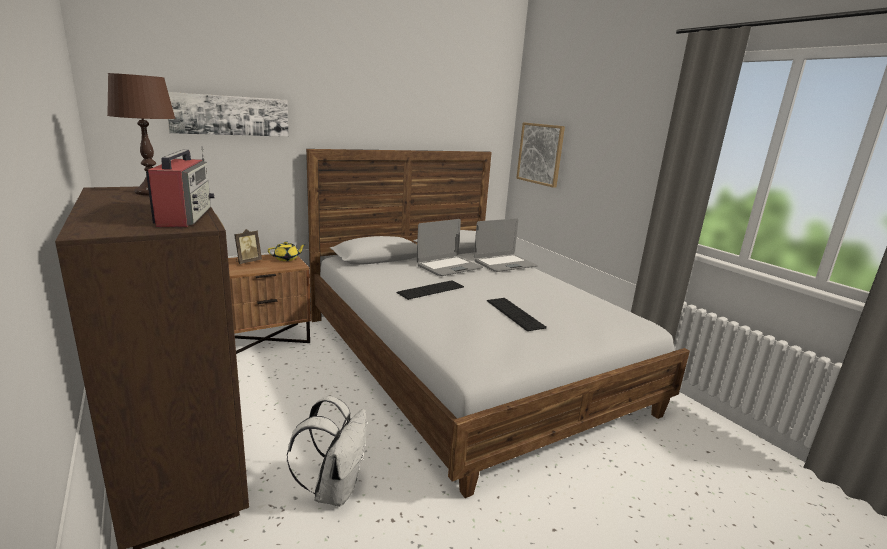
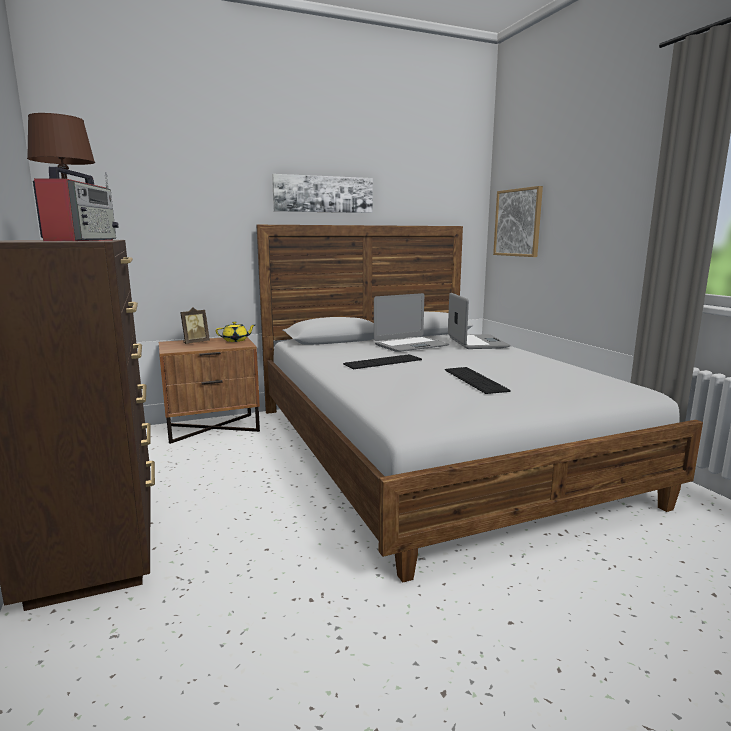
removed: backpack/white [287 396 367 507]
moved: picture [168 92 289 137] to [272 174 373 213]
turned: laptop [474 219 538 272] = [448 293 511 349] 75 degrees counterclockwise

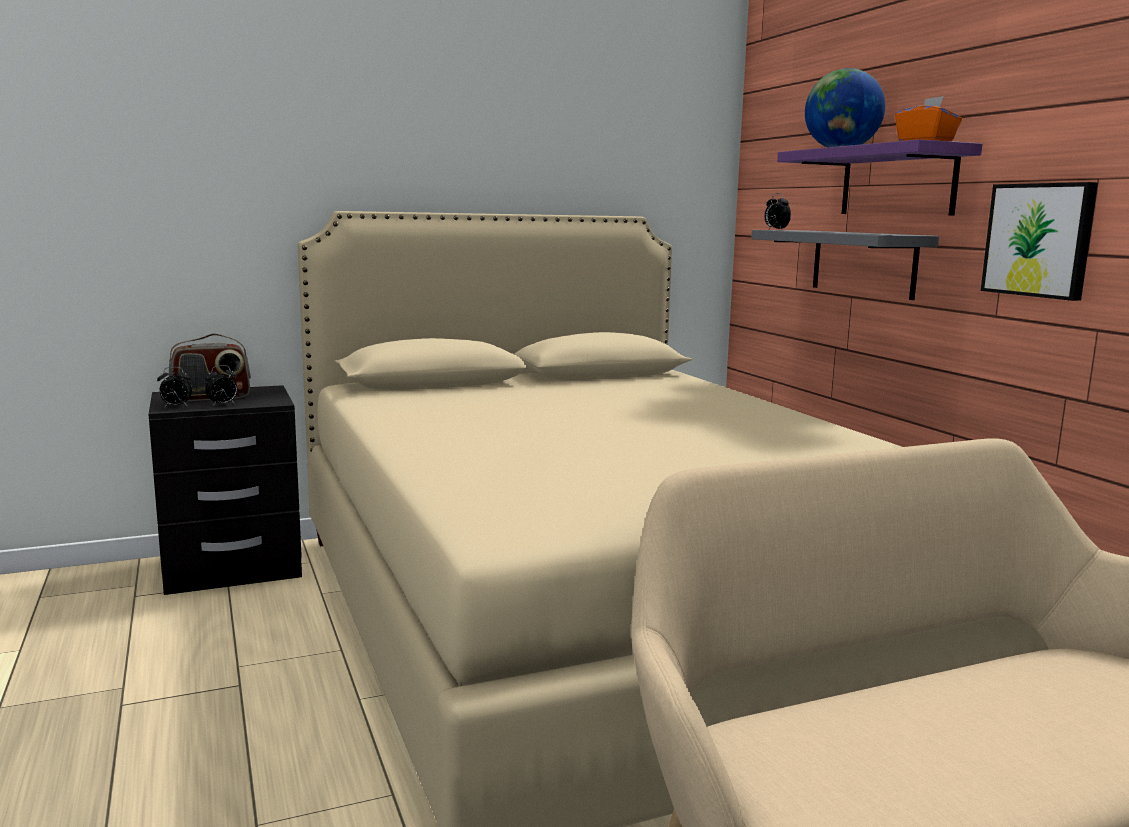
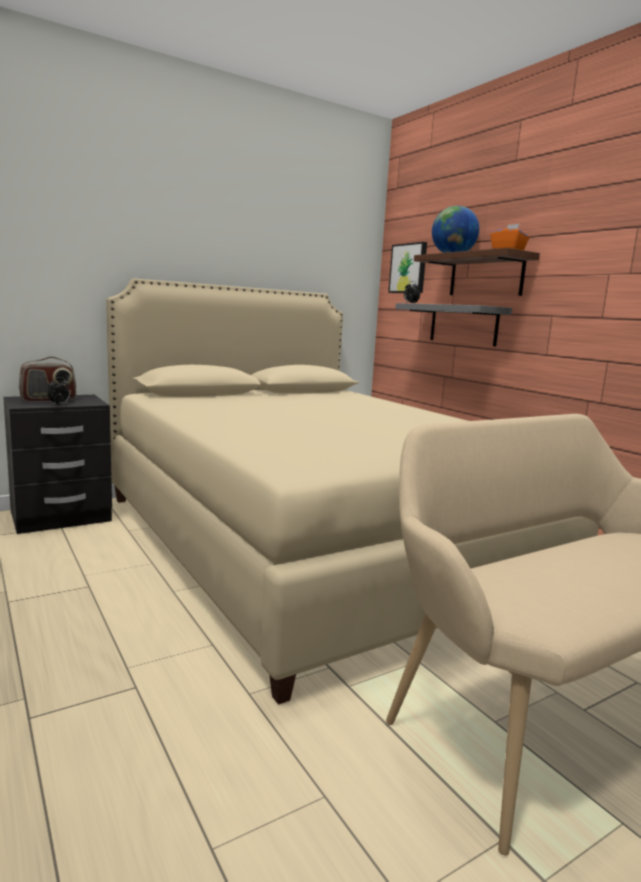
removed: alarm clock [157 367 192 407]
moved: picture [981 182 1098 301] to [388 242 427 293]
recoloured: shelf/purple [777 139 982 216] to shelf/brown [414 248 540 296]

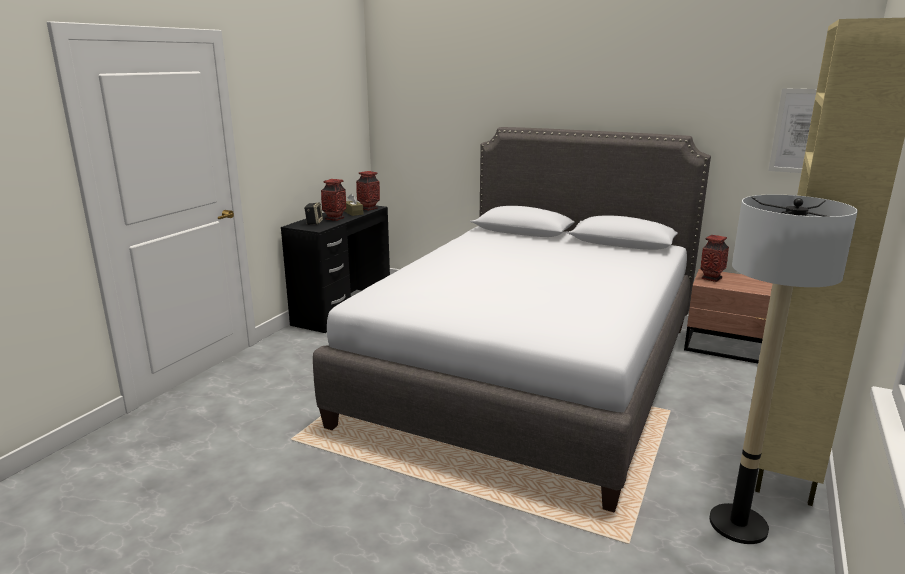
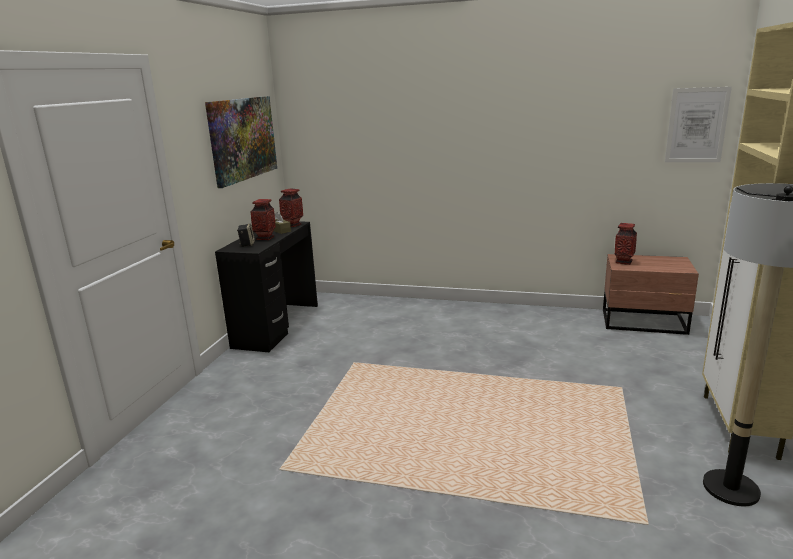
removed: bed/grey [313 127 711 513]
added: picture [205 96 277 188]

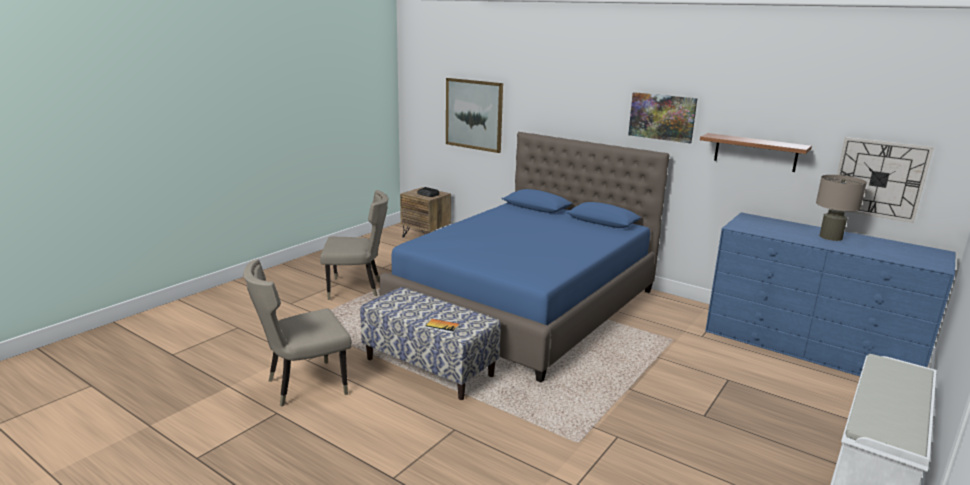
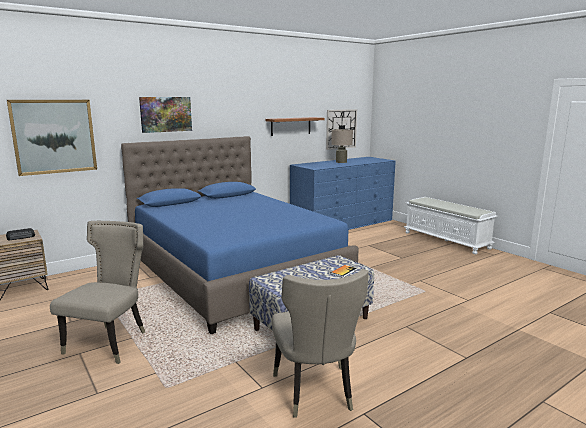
moved: picture [628 92 698 143] to [139 97 192 133]

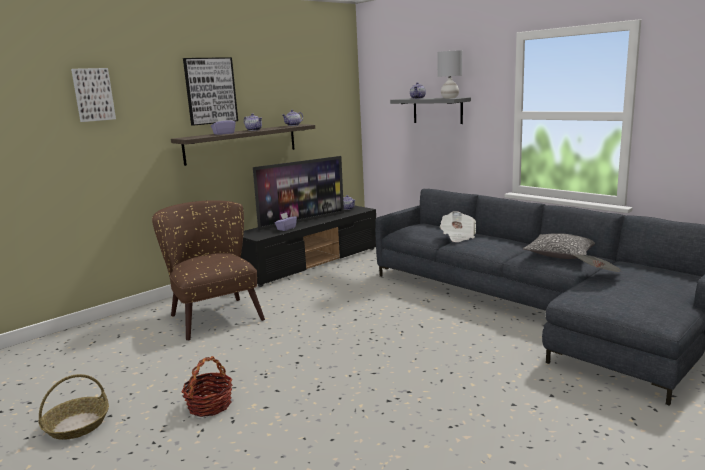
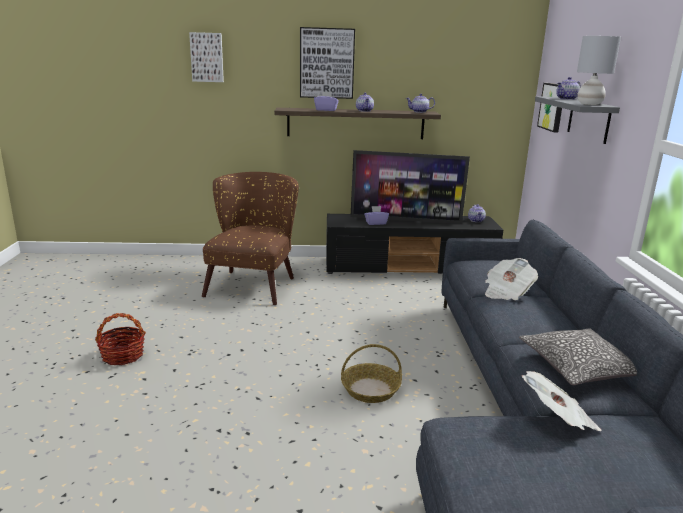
added: picture [537 83 562 132]
moved: basket [38 374 109 440] to [341 344 402 403]

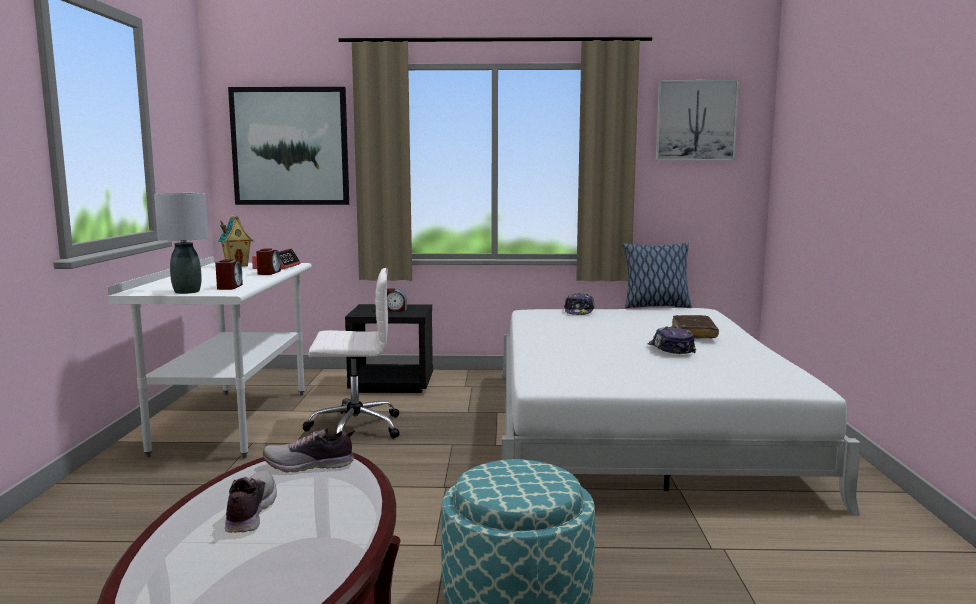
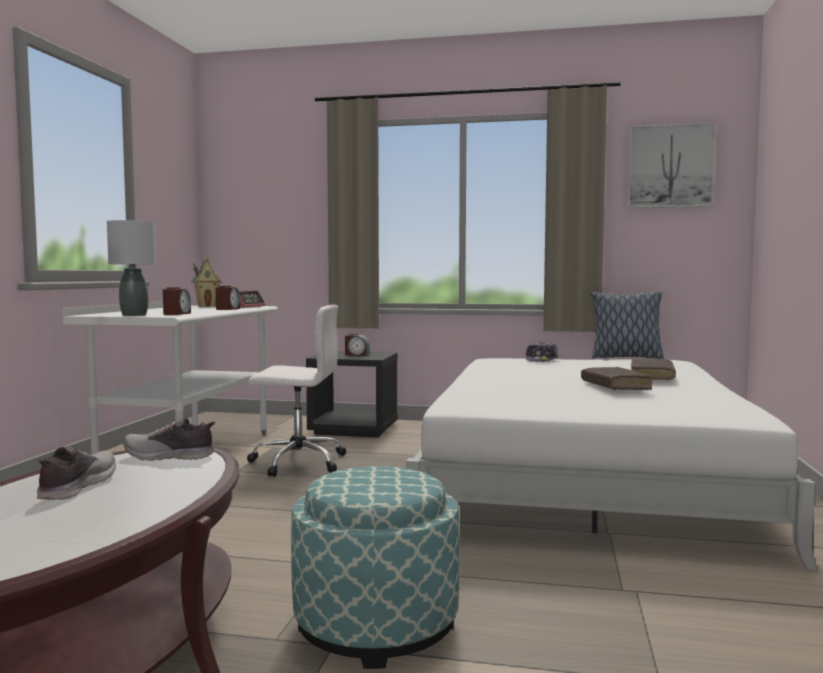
removed: picture [228 87 349 205]
replaced: cap [648 326 696 354] to book/brown [581 367 652 390]

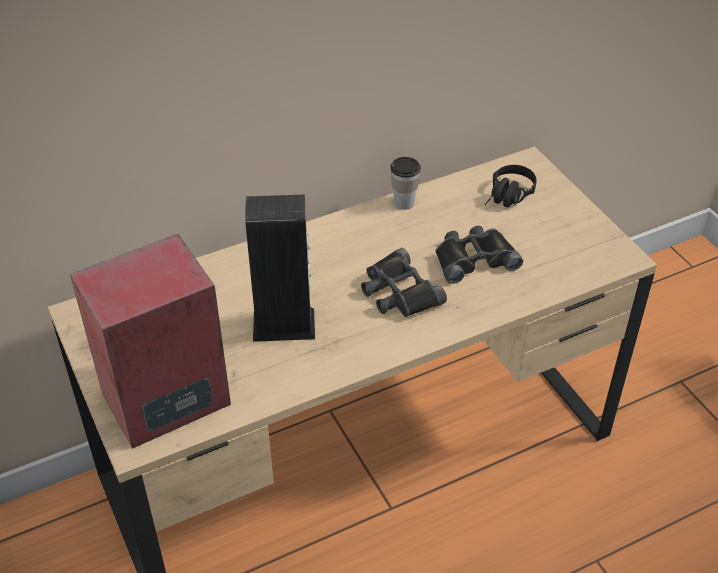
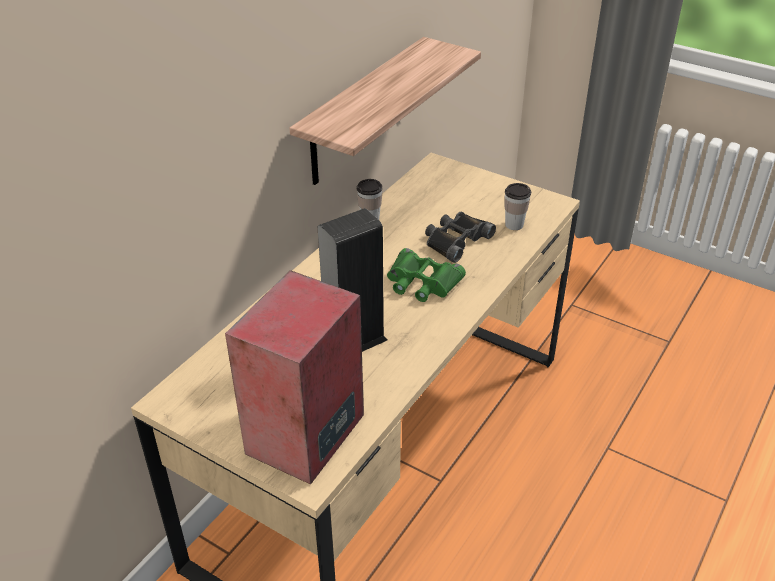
removed: headphones/black [485 165 537 207]
added: shelf [290 37 481 185]; cup [505 183 531 230]
recoloured: binoculars/black [361 248 447 317] to binoculars/green [387 248 466 302]

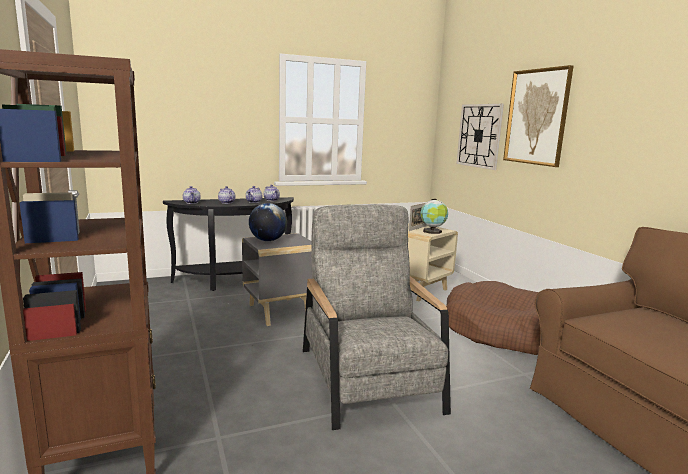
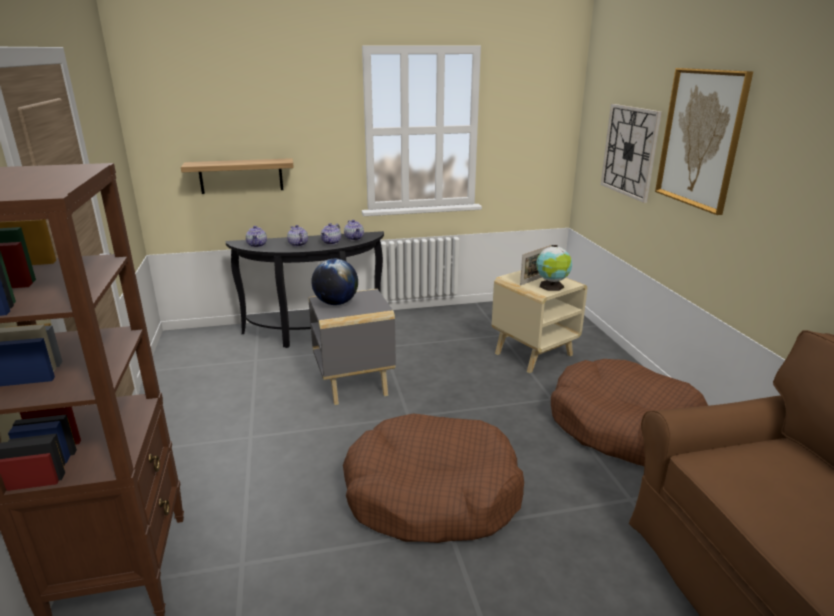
added: shelf [181 158 294 194]
replaced: armchair/grey [303 204 451 430] to dog bed/brown [343 414 524 543]

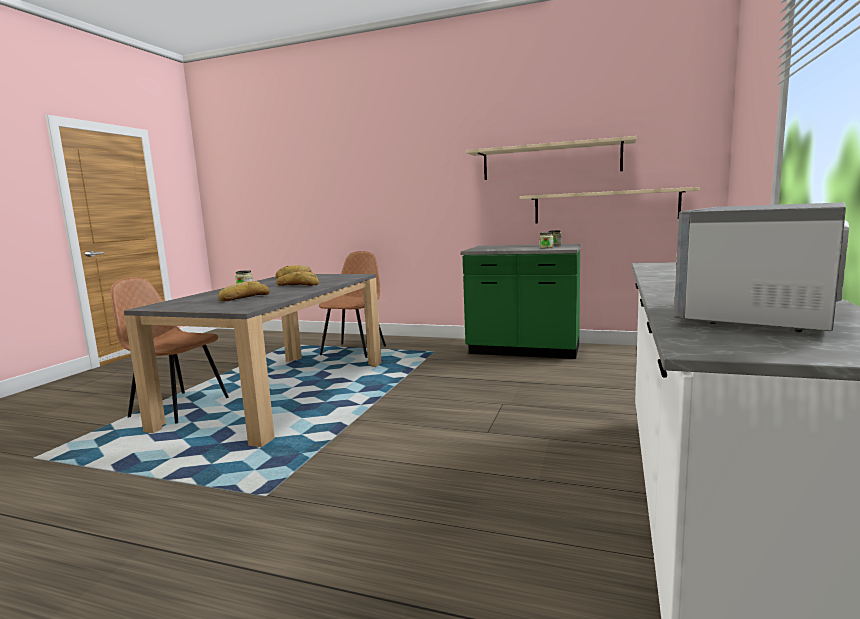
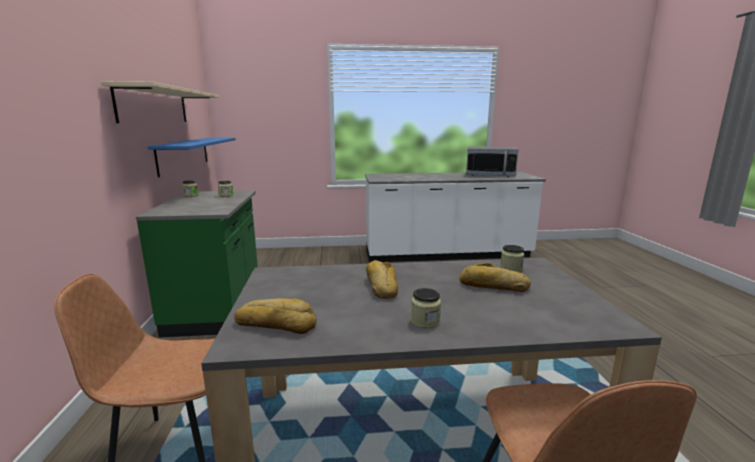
added: jar [500 245 524 272]
recoloured: shelf/beige [520 187 700 224] to shelf/blue [148 138 236 177]

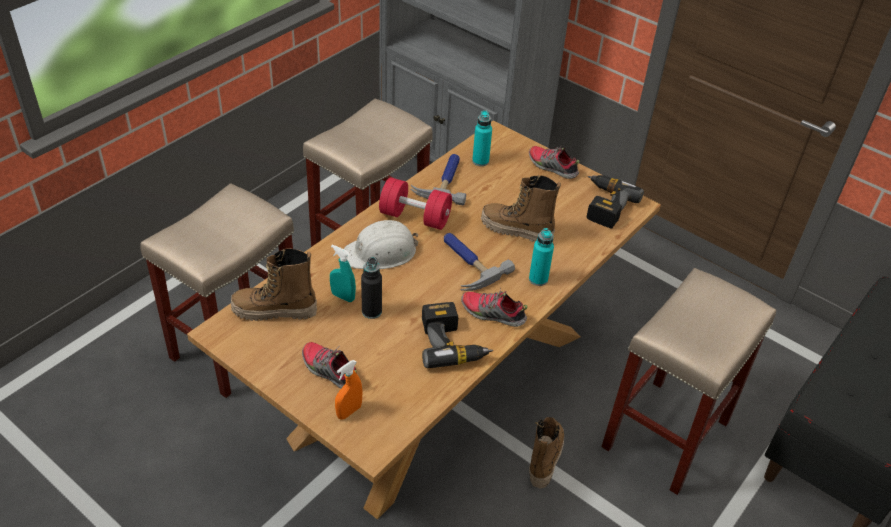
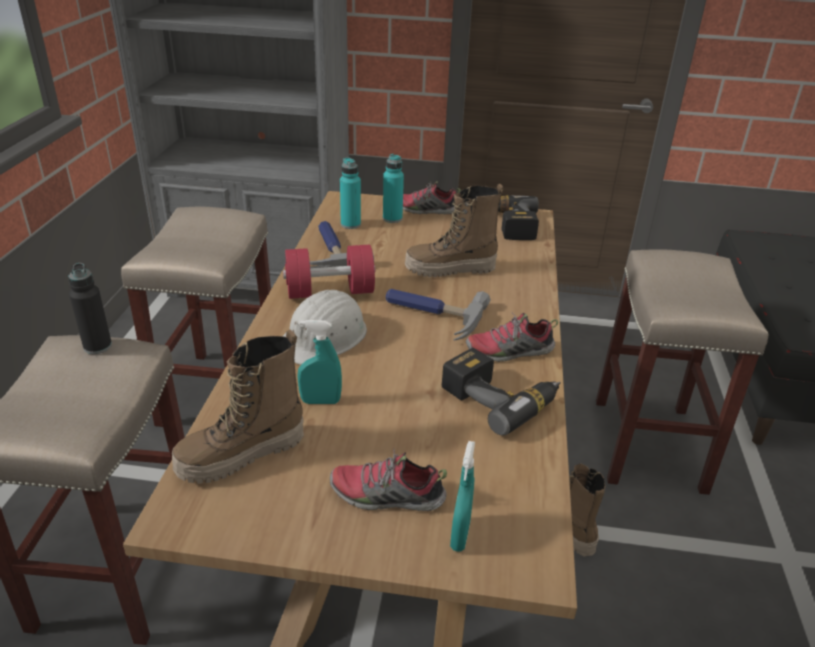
moved: bottle/black [361 257 382 319] to [68 263 112 354]; bottle/turquoise [529 228 554 286] to [383 154 404 223]
recoloured: spray bottle/orange [335 360 363 420] to spray bottle/turquoise [450 441 475 552]

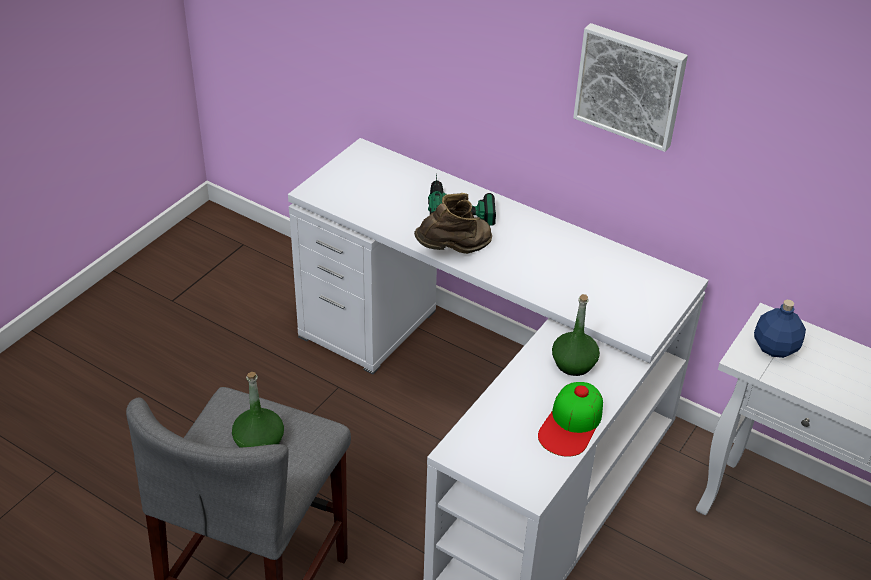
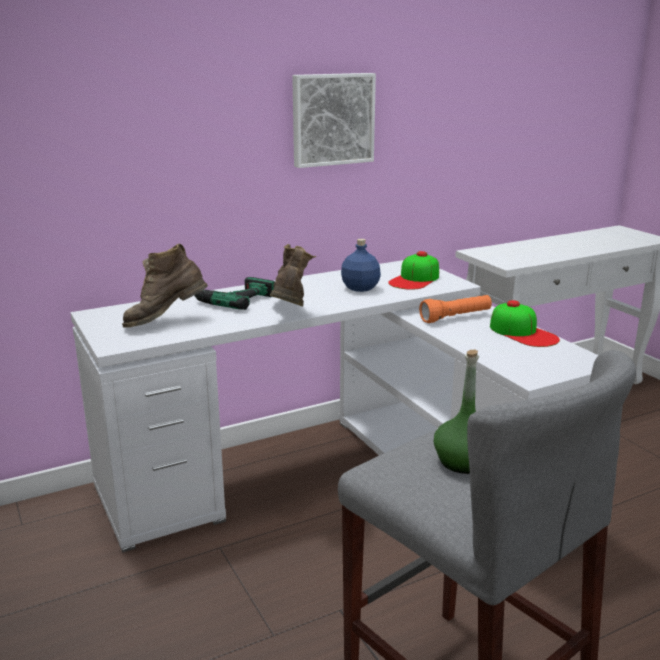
added: boot/brown [122 243 208 328]; cap [388 251 439 290]
moved: bottle/blue [754 300 806 358] to [341 239 381 292]
replaced: bottle/green [552 294 600 376] to flashlight/orange [419 295 492 323]

